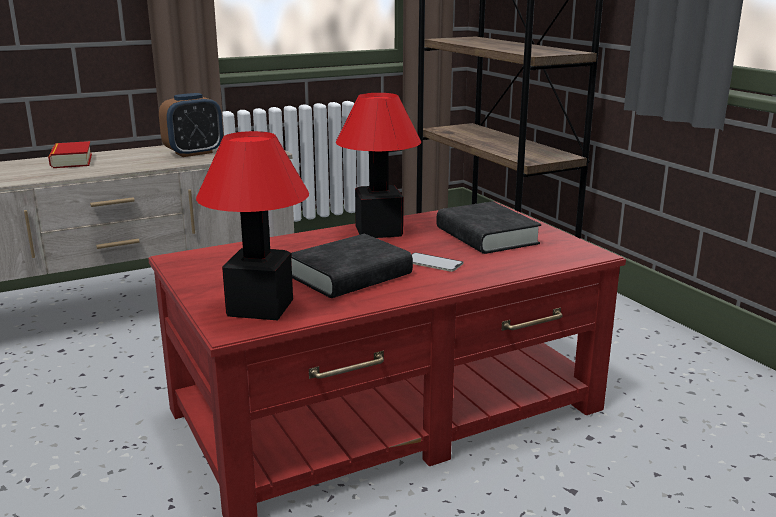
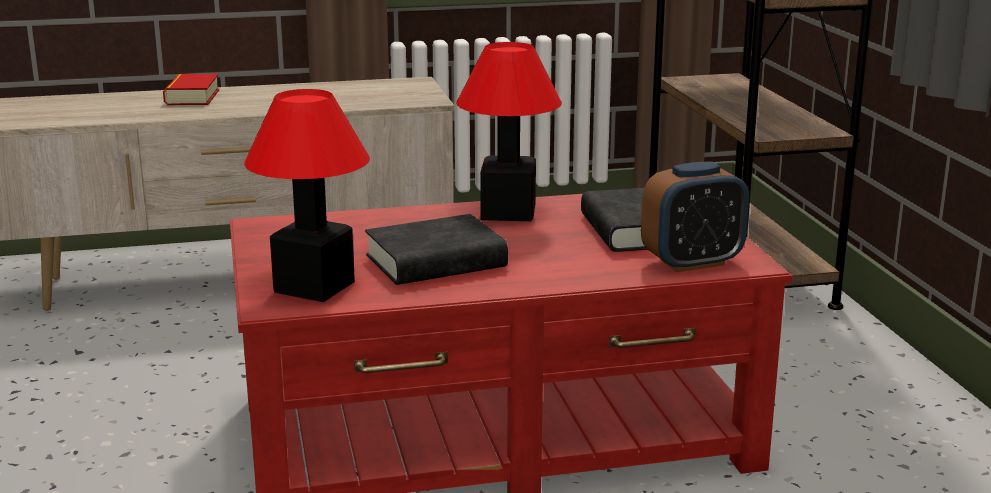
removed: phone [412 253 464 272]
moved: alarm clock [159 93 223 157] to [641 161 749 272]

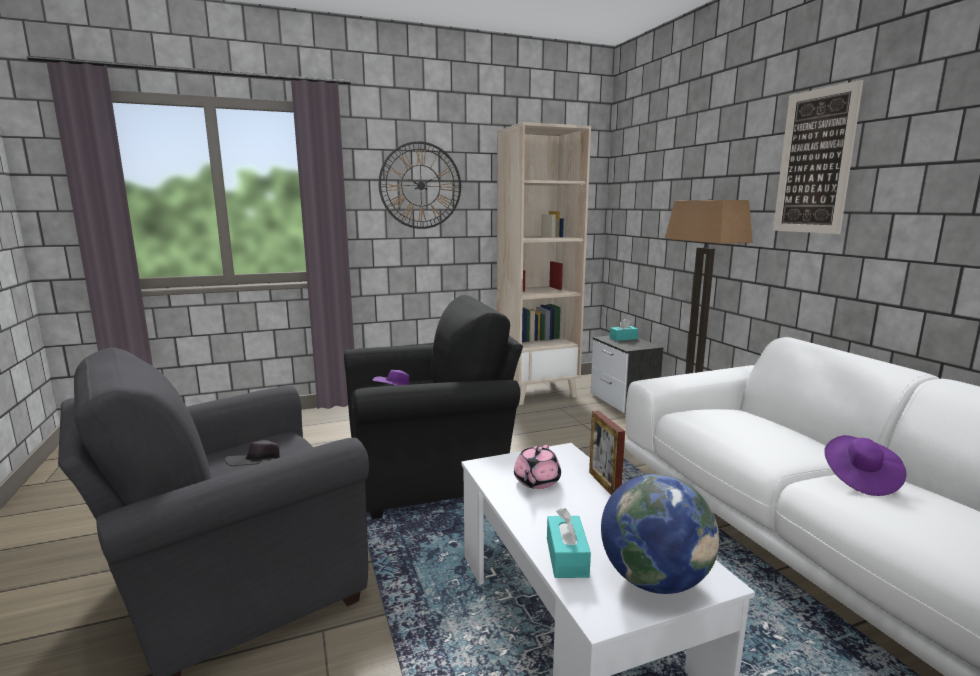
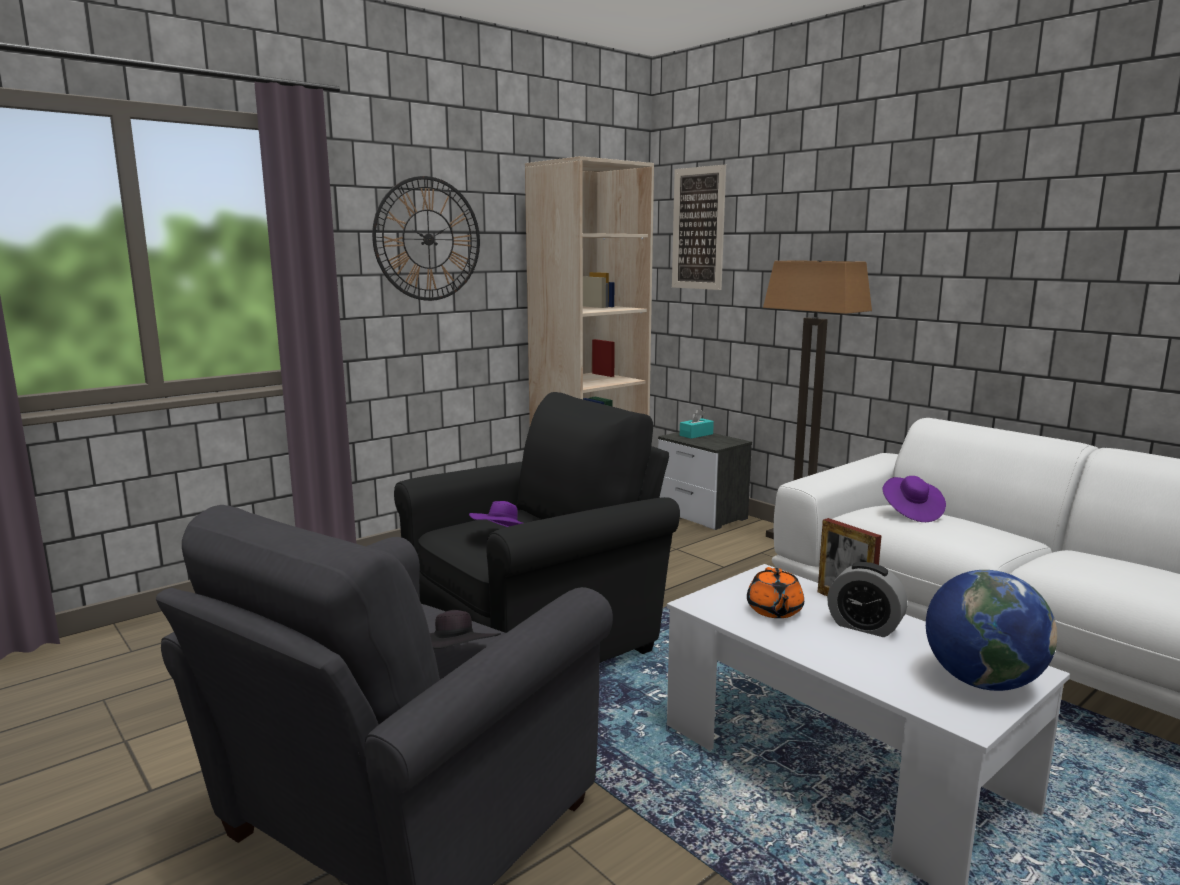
removed: tissue box/turquoise [547 508 591 578]
added: alarm clock [827 562 908 637]
moved: picture [773 80 864 234] to [672 165 726 290]; hat/purple [824 435 906 496] to [883 476 946 522]
recoloured: teapot/pink [514 445 561 489] to teapot/orange [747 567 804 618]

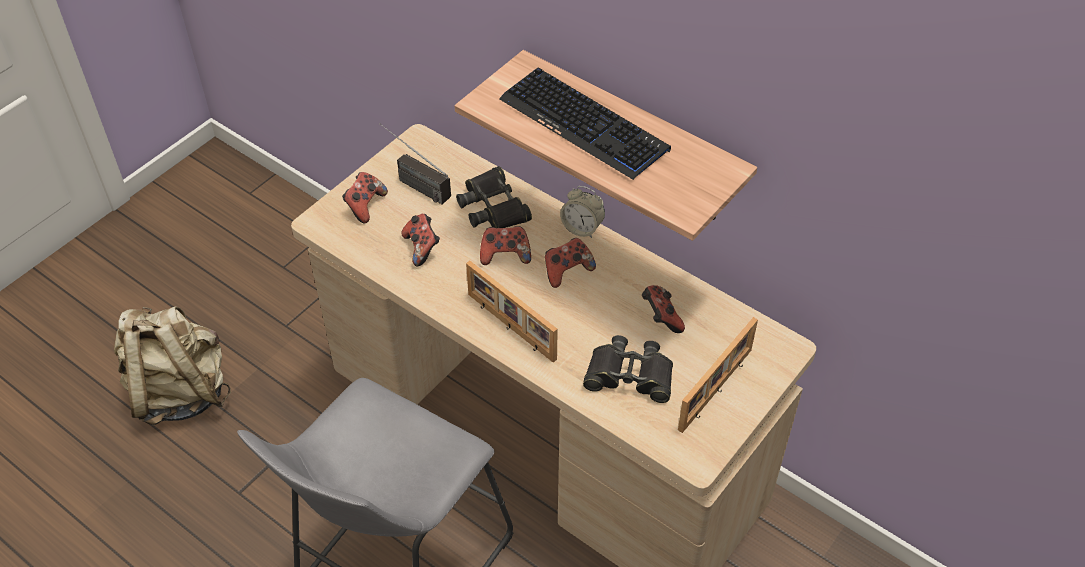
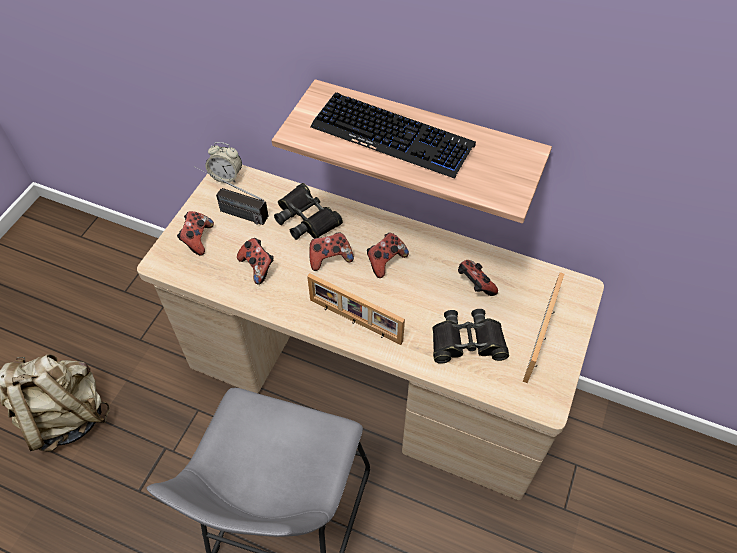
moved: alarm clock [560 186 605 238] to [205 142 242 183]

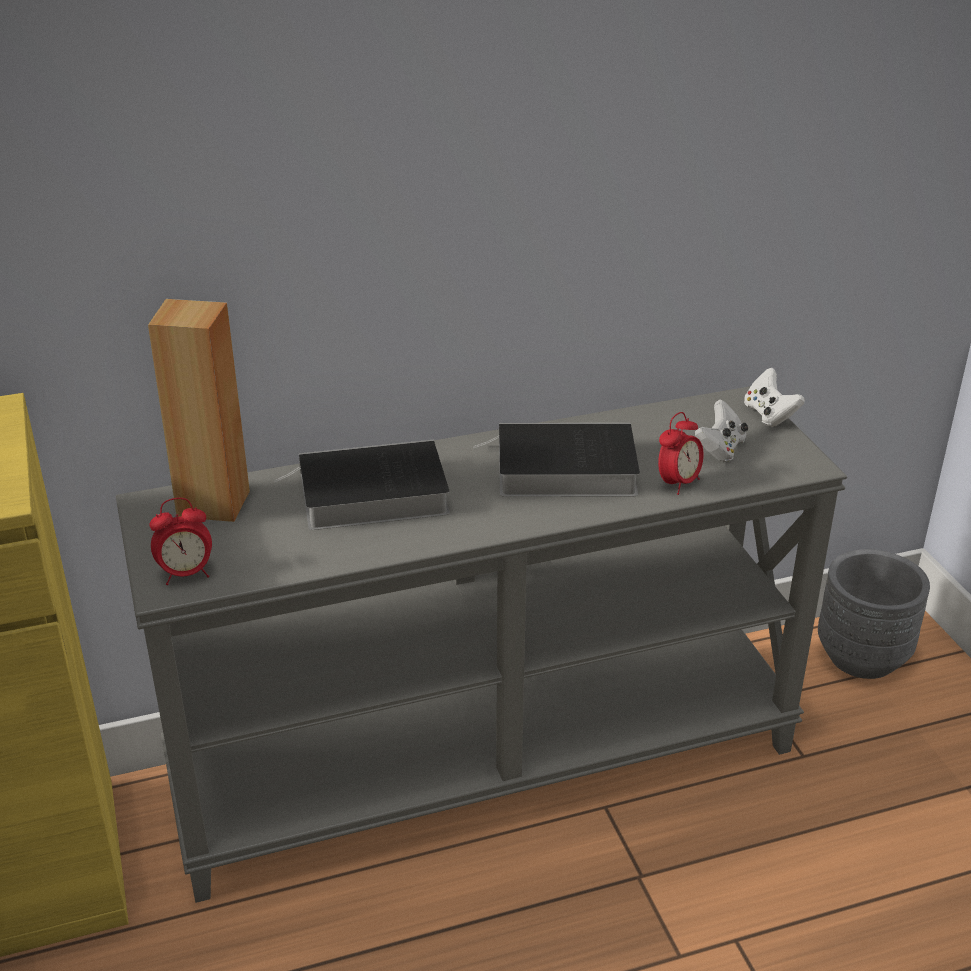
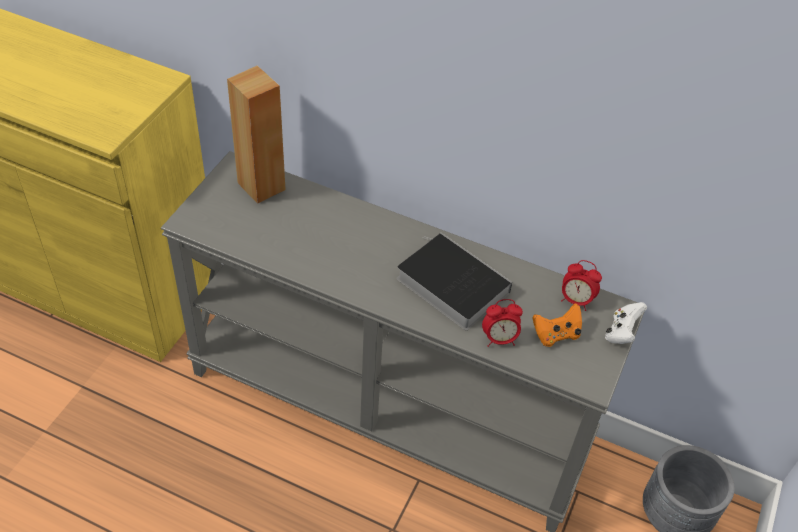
removed: book [275 440 450 530]
moved: alarm clock [150 498 212 585] to [561 260 602 311]
recoloured: game controller/white [695 400 748 462] to game controller/orange [532 304 582 347]

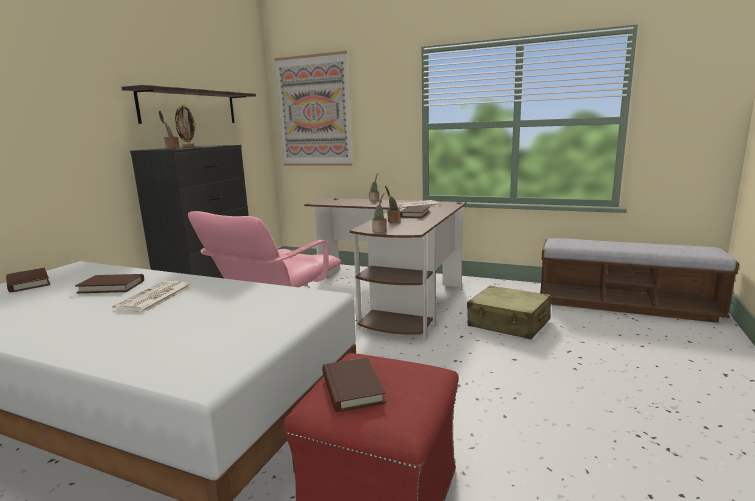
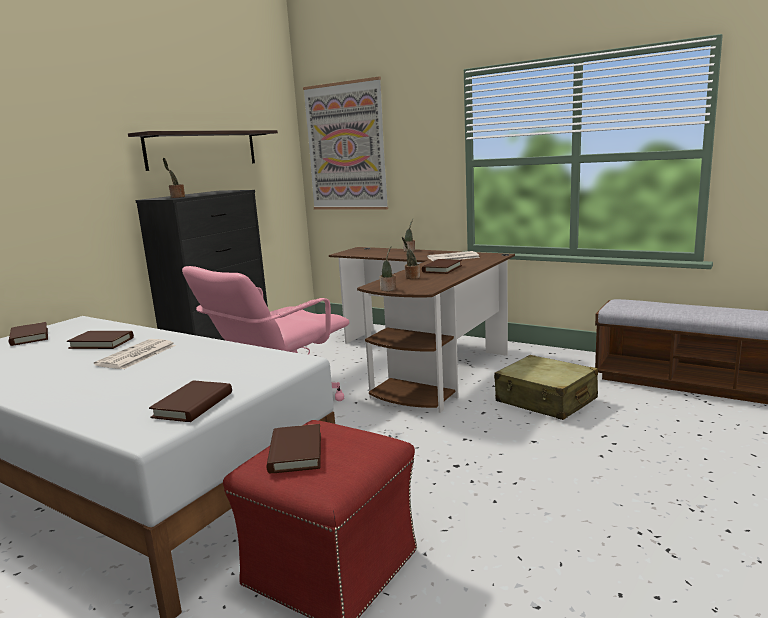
removed: picture frame [175 104 196 148]
added: book/brown [149 380 232 422]

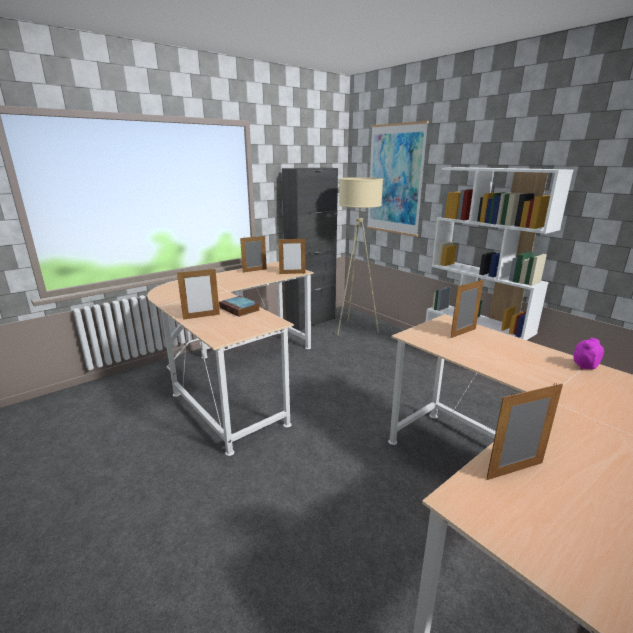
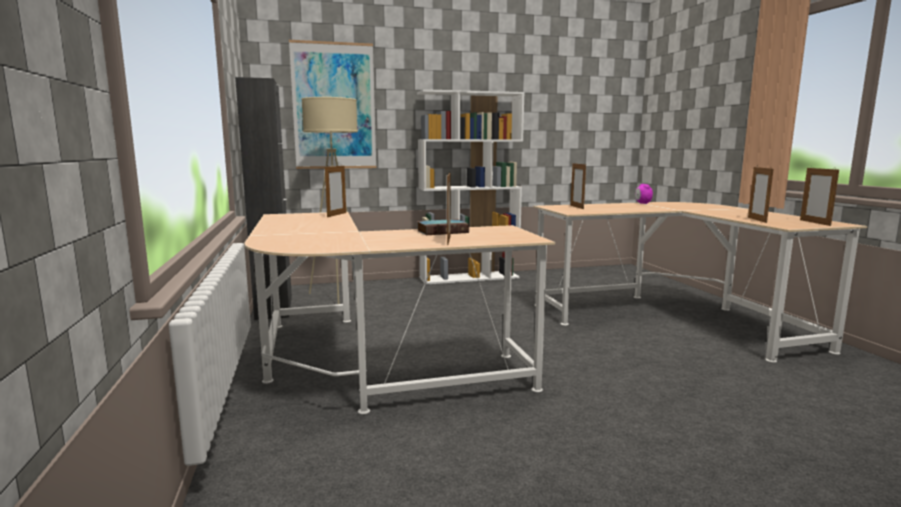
moved: picture frame [240 236 267 273] to [800 167 839 226]

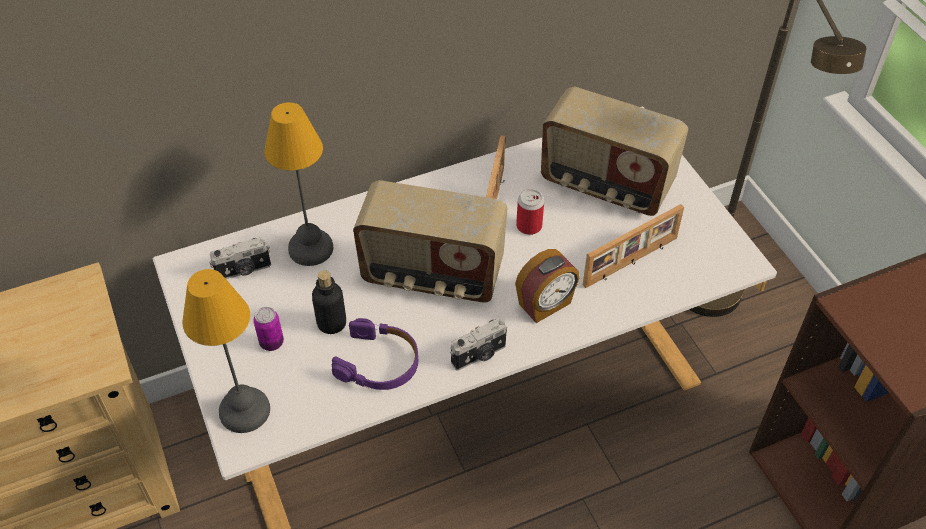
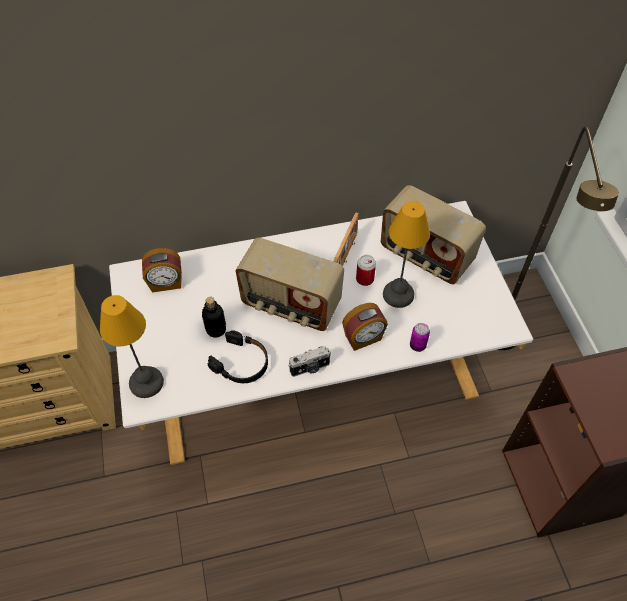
removed: picture frame [583 204 684 288]
moved: can [253 307 284 351] to [410 323 430 352]; table lamp [264 102 334 266] to [383 201 430 308]
replaced: photo camera [209 237 271 279] to alarm clock [142 248 182 293]
recoloured: headphones/purple [332 318 418 390] to headphones/black [208 330 268 383]

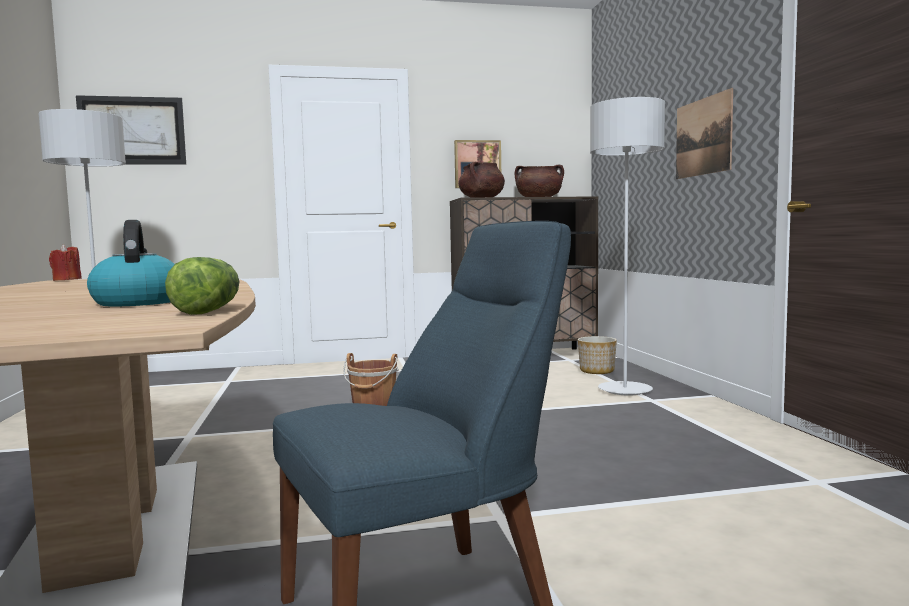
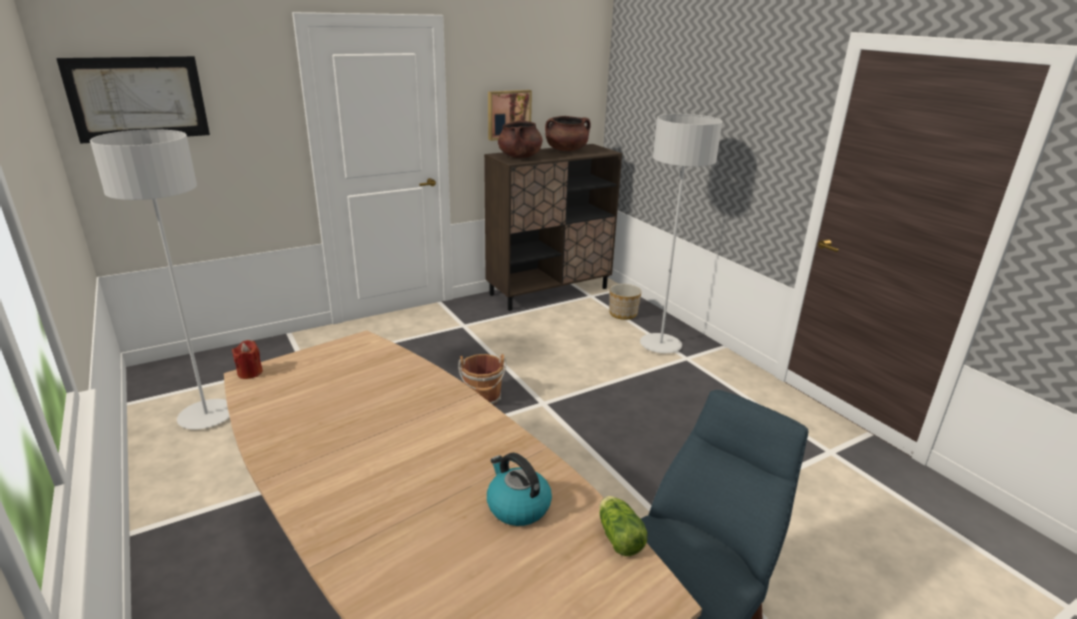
removed: picture [676 88 733 179]

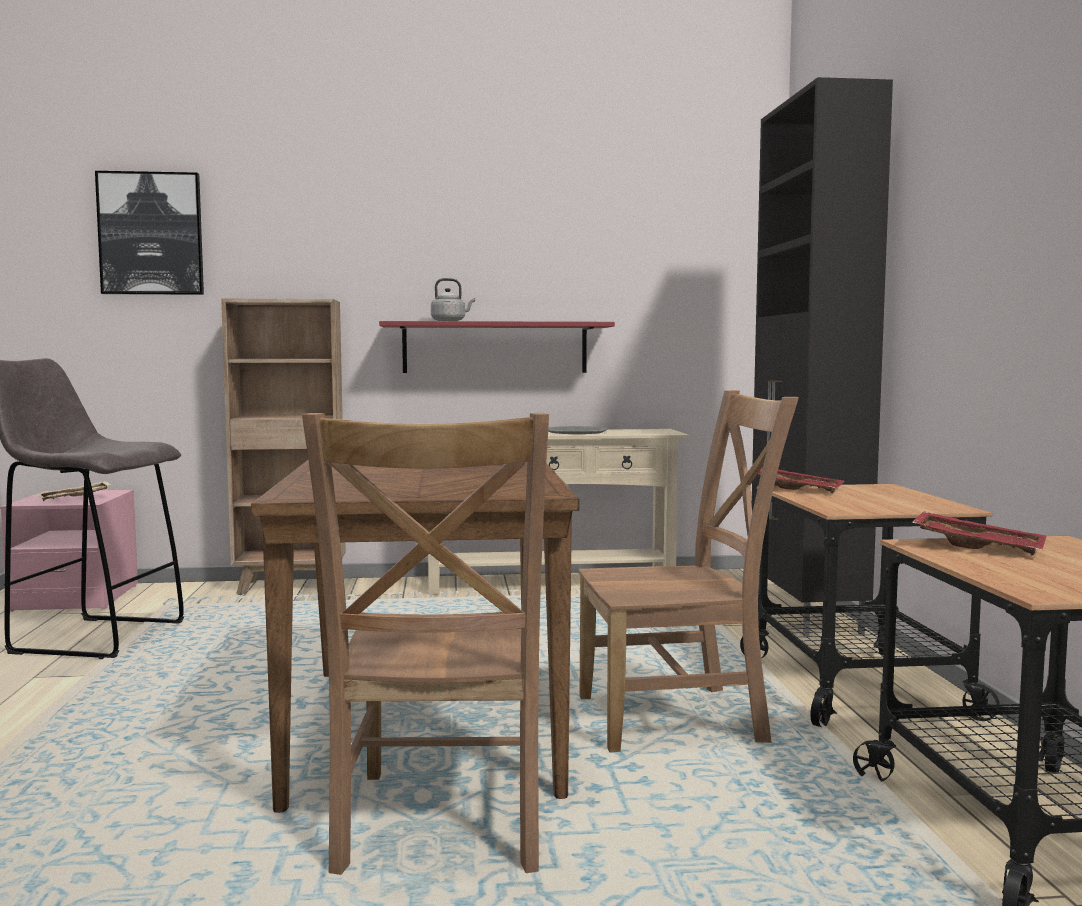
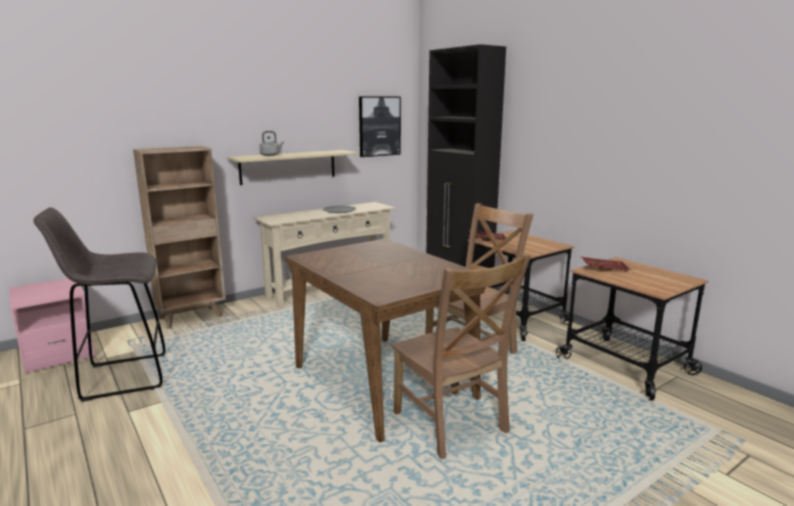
removed: tray/beige [37 481 112 501]
moved: picture [95 171 204 295] to [359 96 401 157]
recoloured: shelf/red [379 321 615 373] to shelf/beige [227 150 358 185]

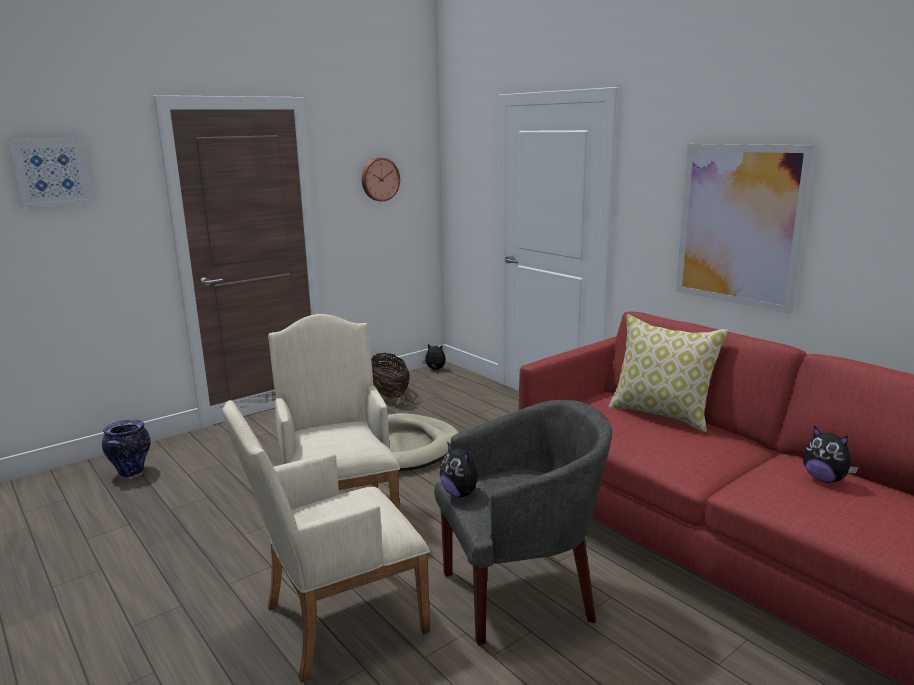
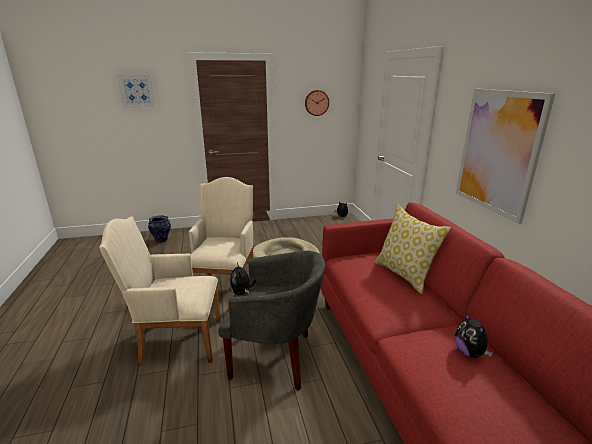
removed: basket [371 353 410 398]

